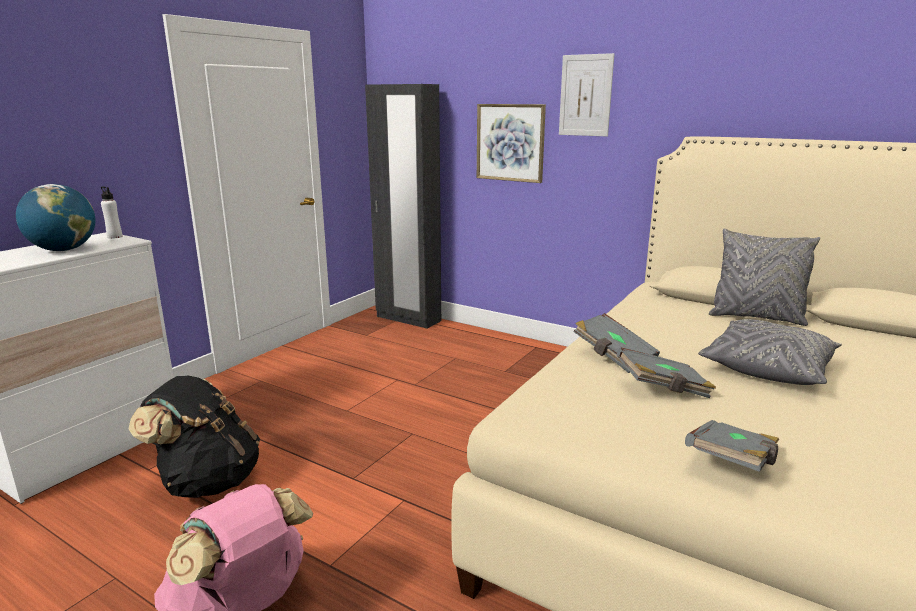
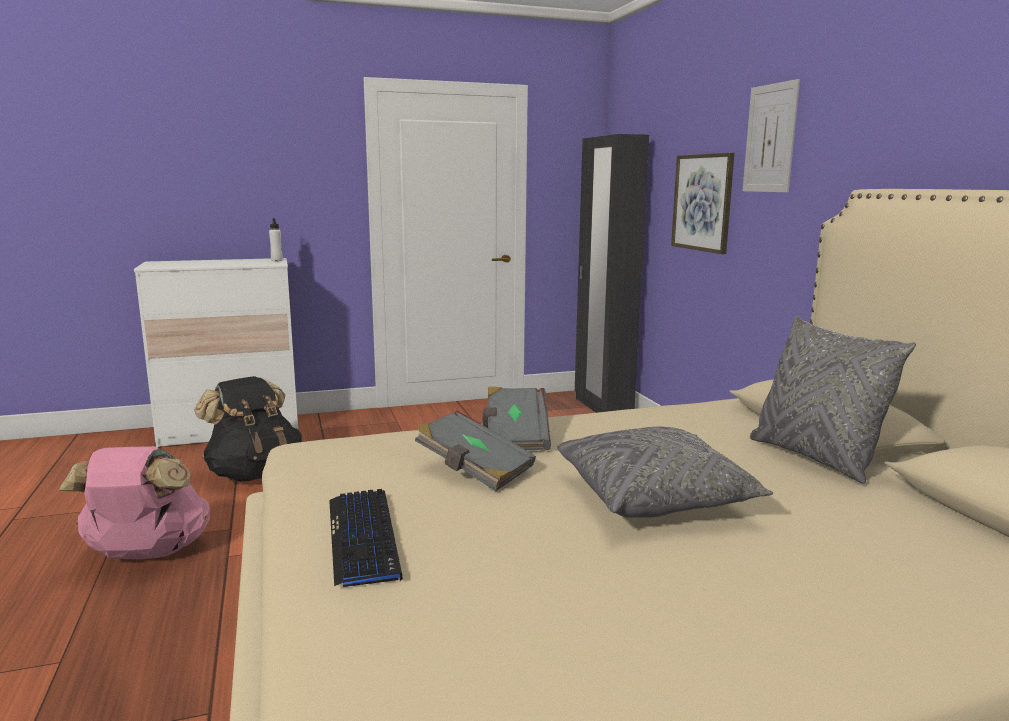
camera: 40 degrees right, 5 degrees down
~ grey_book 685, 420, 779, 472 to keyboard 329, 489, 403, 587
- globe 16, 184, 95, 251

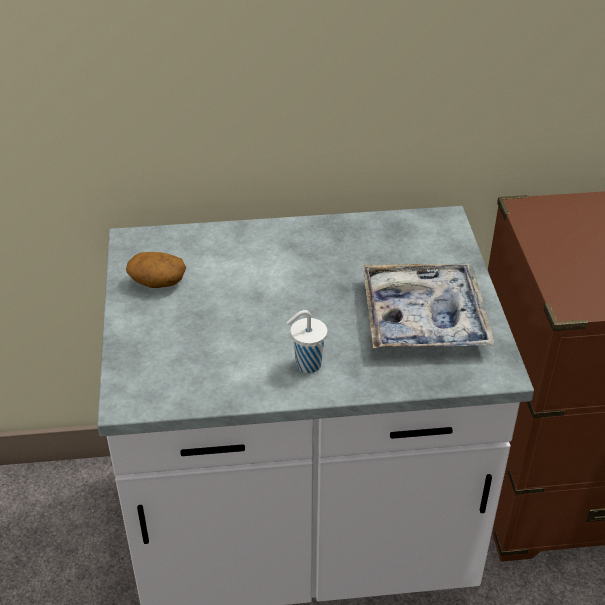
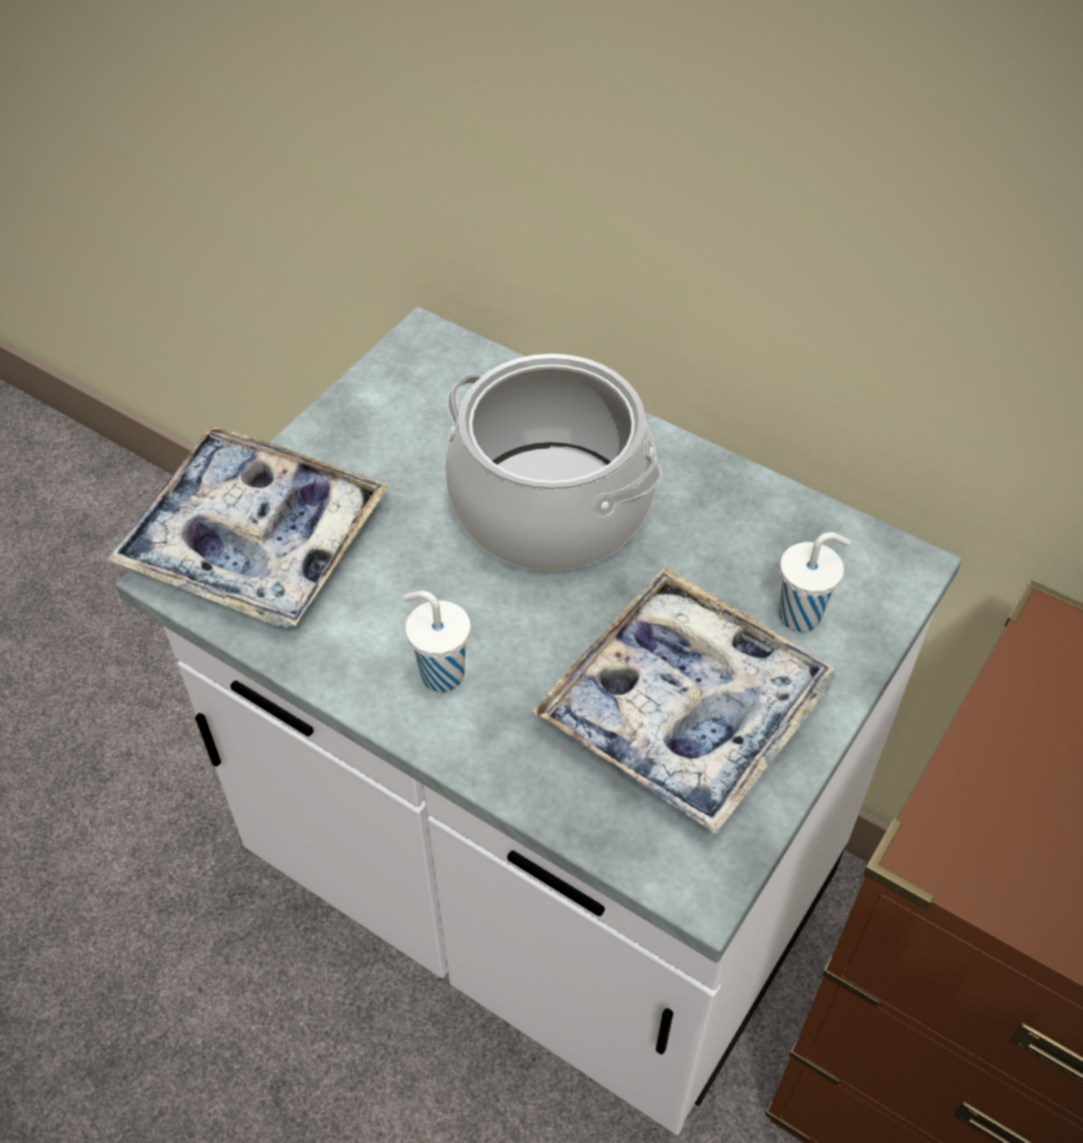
camera: 40 degrees right, 10 degrees up
+ tray 106, 427, 390, 628
+ cooking_pot 445, 354, 662, 571
+ white_cup 779, 532, 851, 632
- potato 126, 252, 186, 288

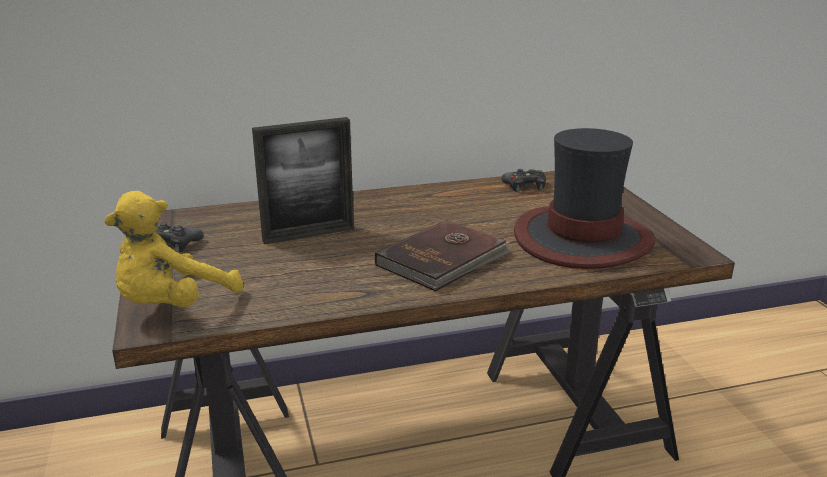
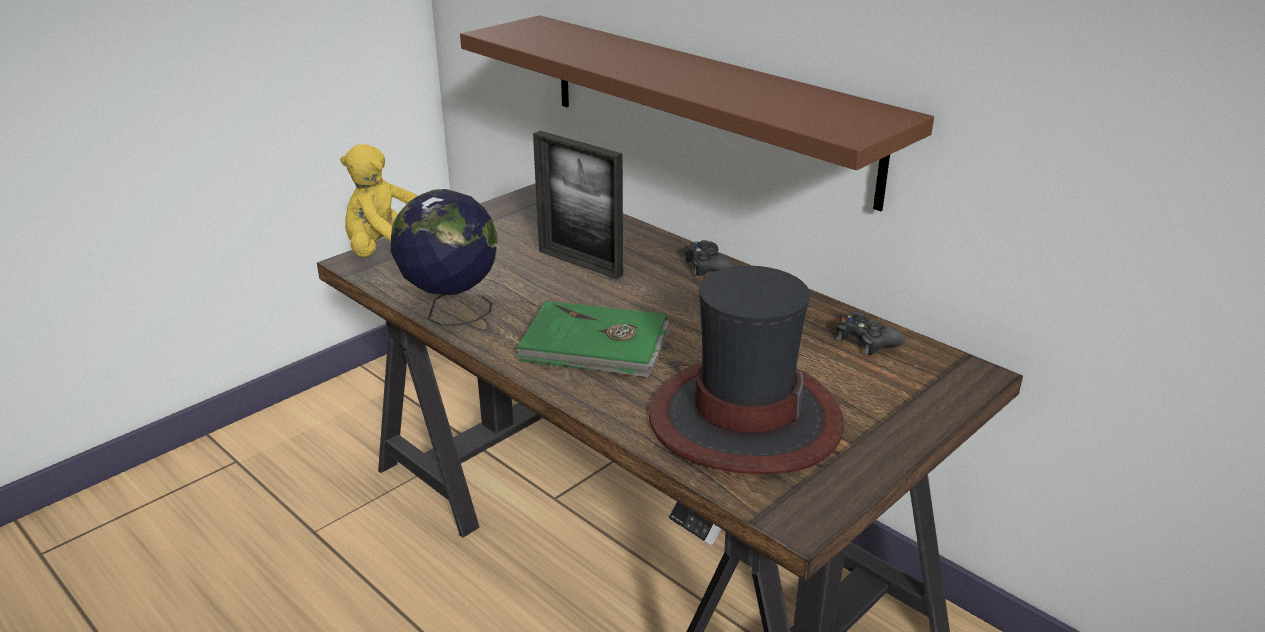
camera: 60 degrees right, 5 degrees up
+ globe 391, 189, 497, 326
+ brown_shelf 460, 15, 934, 211
~ brown_book 375, 220, 512, 291 to green_book 516, 301, 670, 377
~ black_game_controller 156, 223, 204, 252 to 683, 240, 734, 276

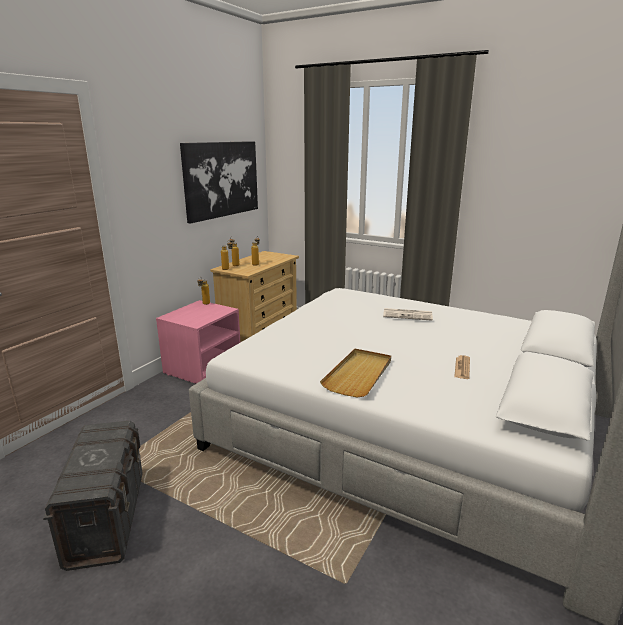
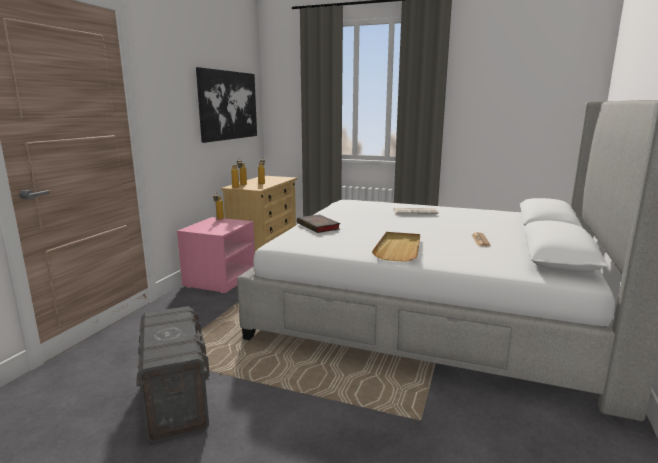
camera: 10 degrees left, 5 degrees down
+ book 297, 215, 341, 233

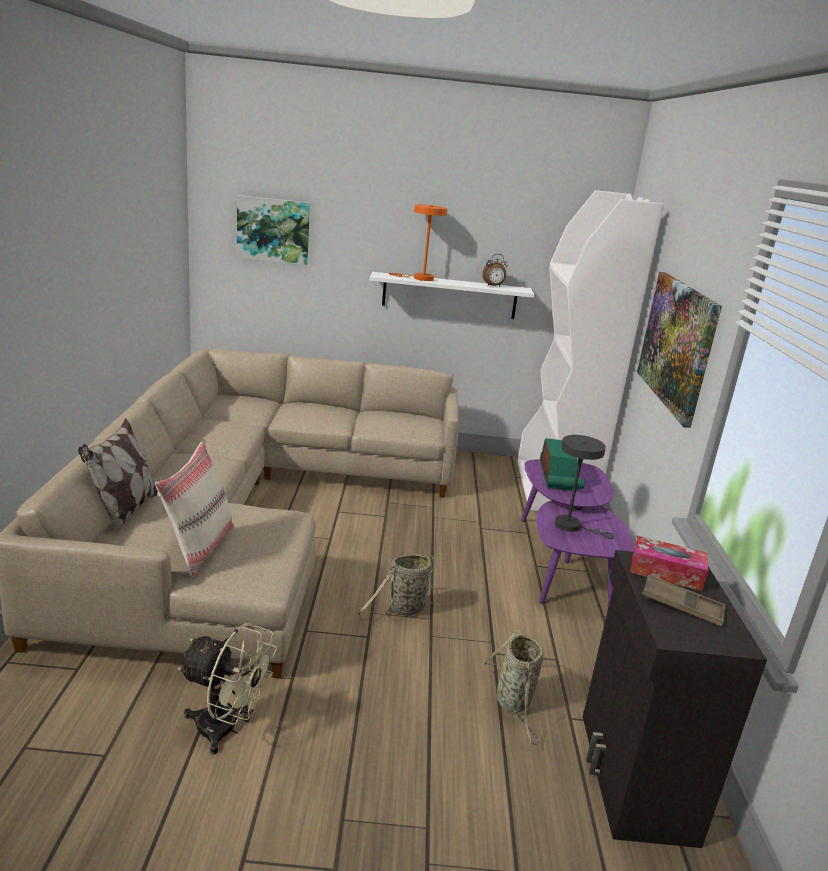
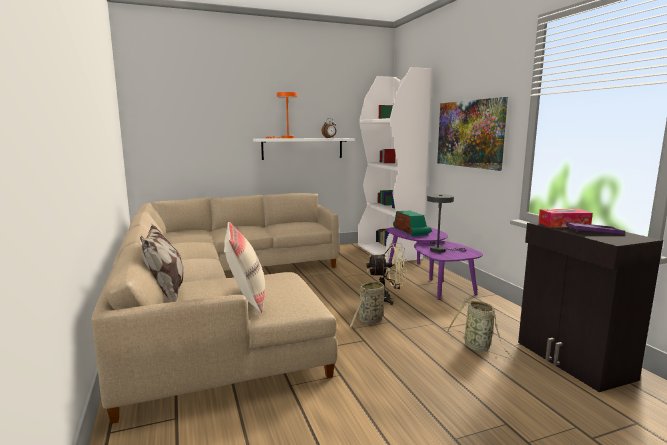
camera: 20 degrees left, 10 degrees down
~ beige_fan 178, 623, 277, 754 to 366, 243, 407, 305
~ brown_tray 642, 574, 726, 627 to purple_tray 566, 222, 625, 234
- picture 237, 195, 310, 266

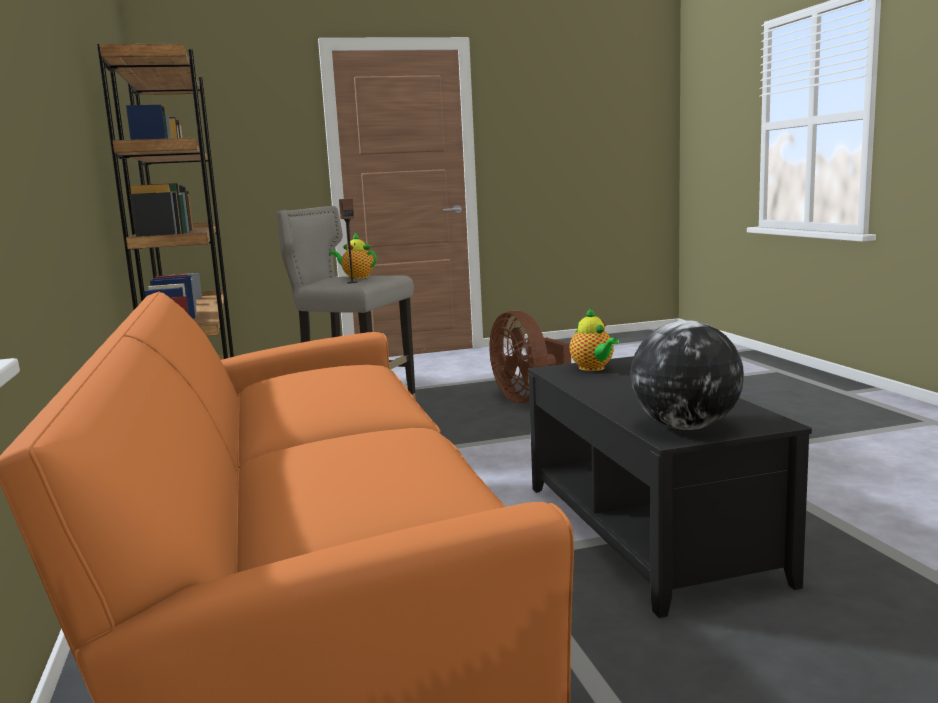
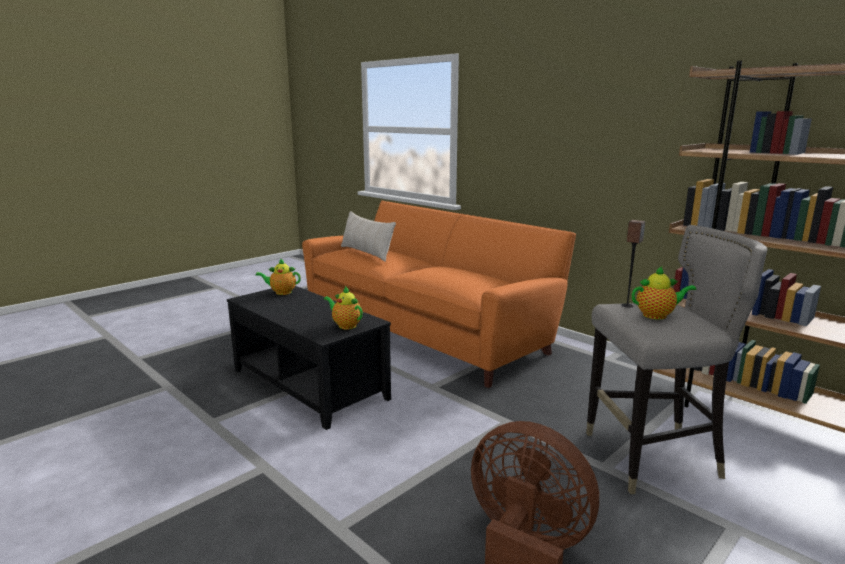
camera: 150 degrees right, 5 degrees up
~ globe 631, 320, 744, 430 to teapot 256, 258, 301, 295
+ beige_pillow 341, 211, 396, 261

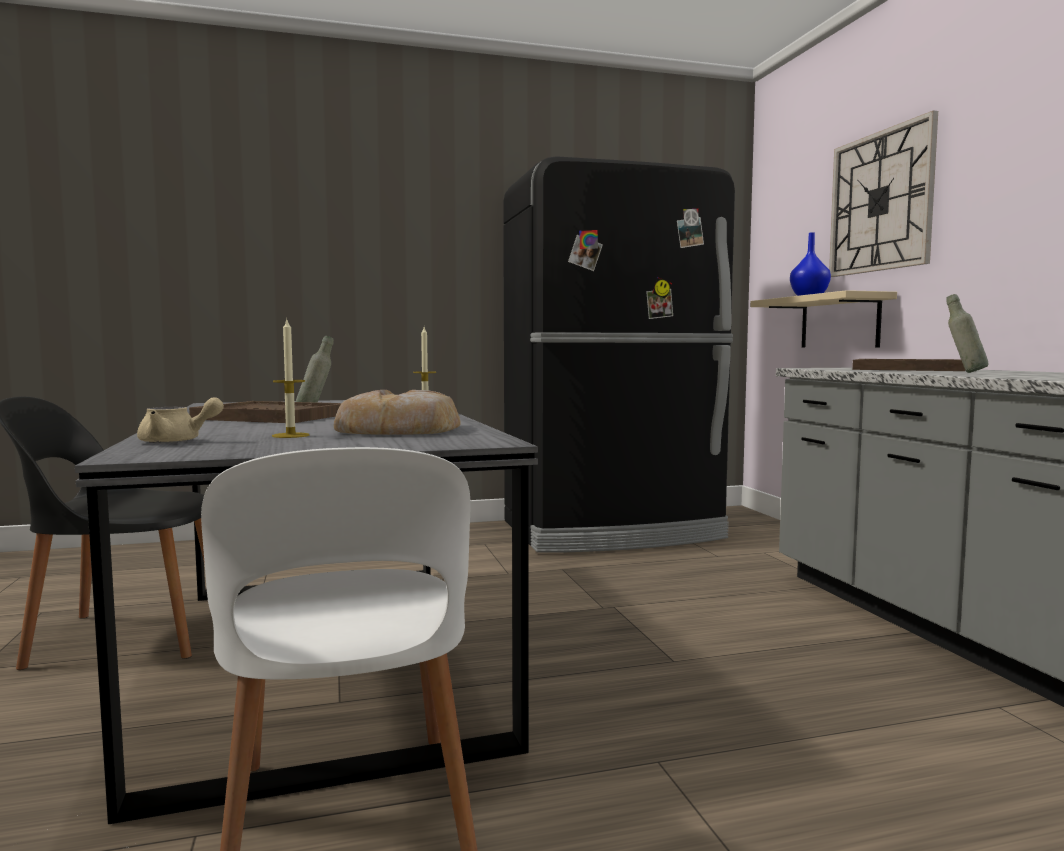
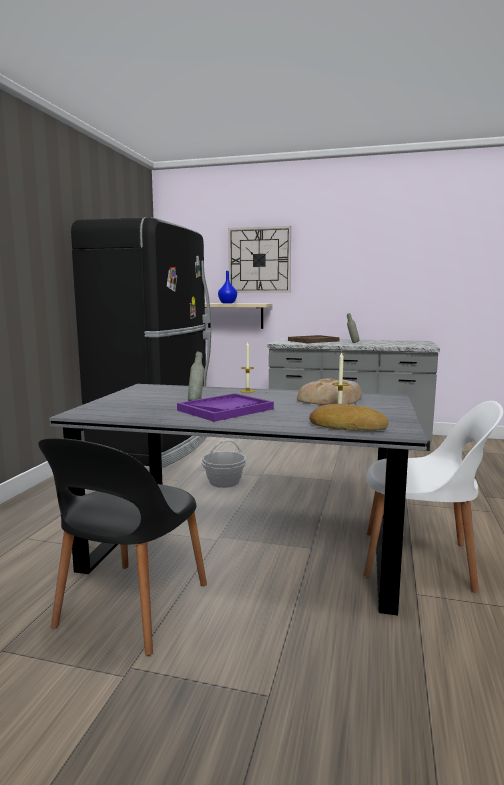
camera: 60 degrees left, 5 degrees up
~ brown_tray 189, 401, 342, 423 to purple_tray 177, 393, 274, 422
+ basket 202, 439, 246, 488
~ beige_teapot 137, 397, 224, 443 to bread 309, 404, 388, 431

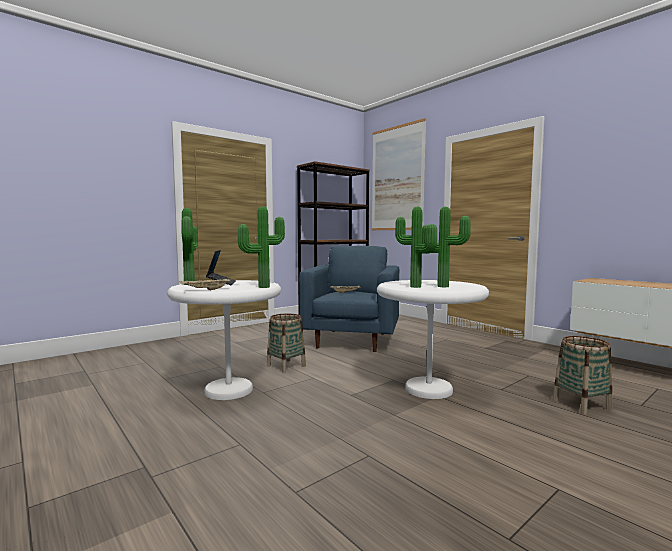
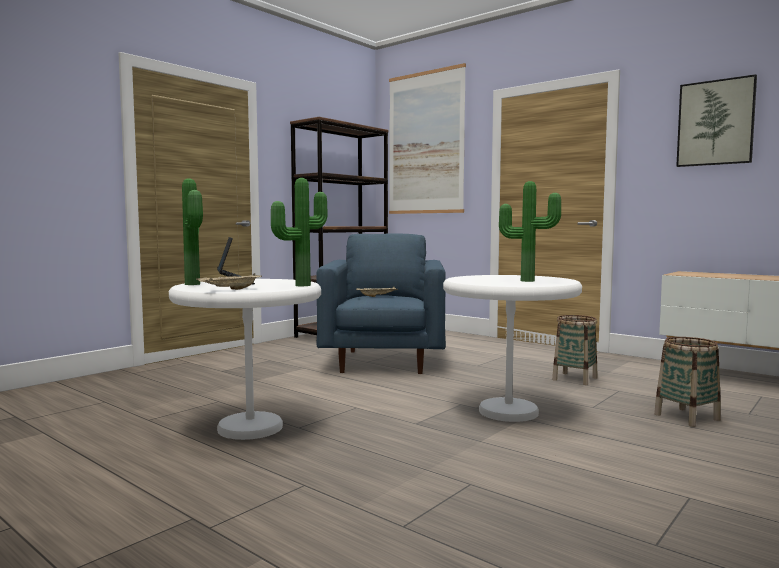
camera: 10 degrees left, 0 degrees up
~ basket 267, 314, 306, 373 to 552, 315, 598, 385
+ picture 676, 74, 757, 167
- potted_plant 395, 206, 437, 288

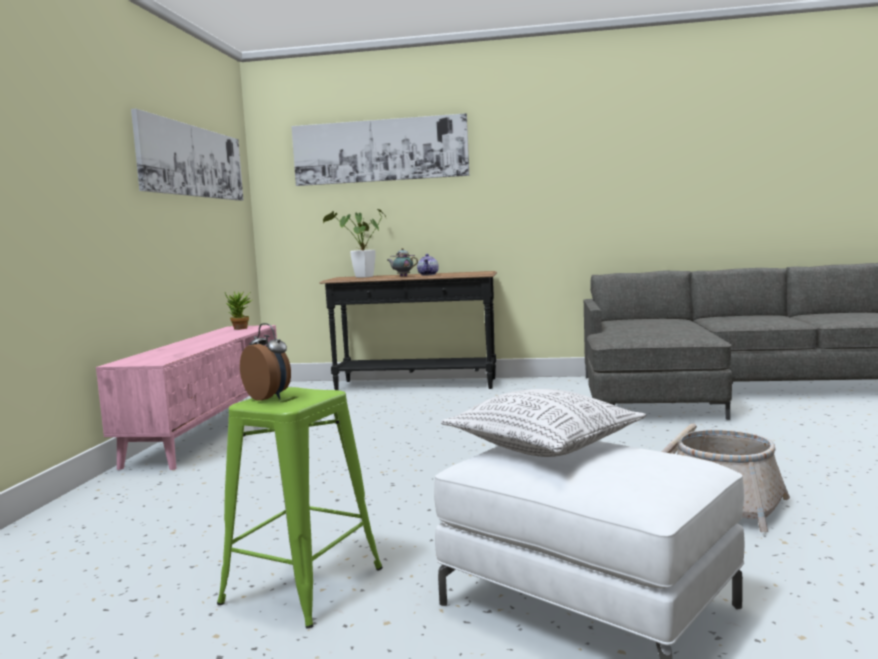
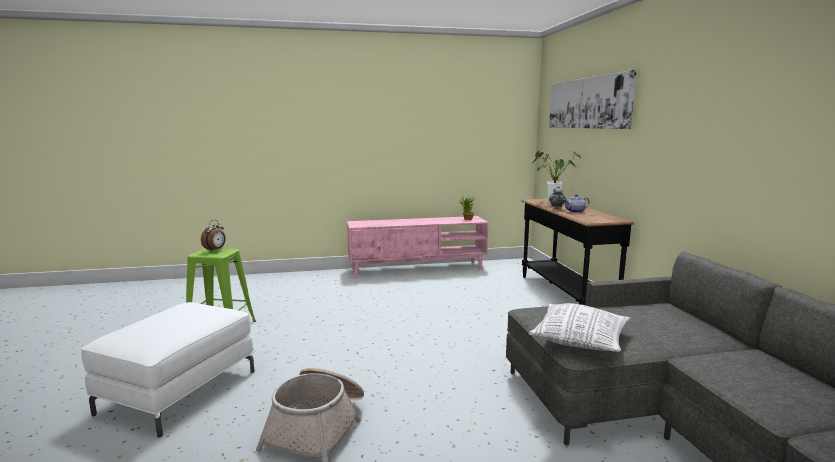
camera: 70 degrees right, 5 degrees up
~ pillow 441, 389, 646, 457 to 529, 303, 631, 352
- picture 131, 109, 243, 201

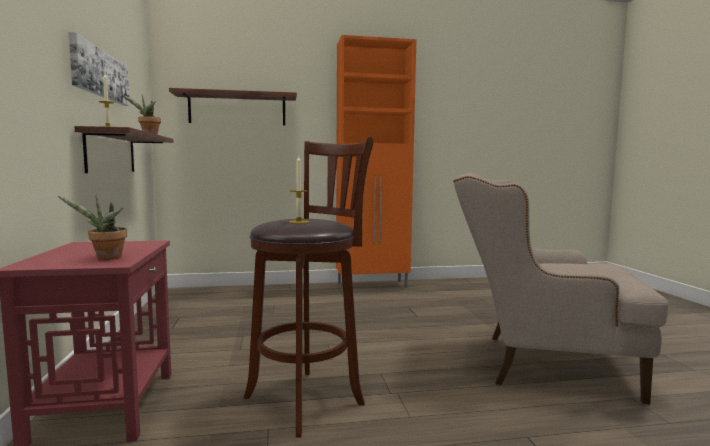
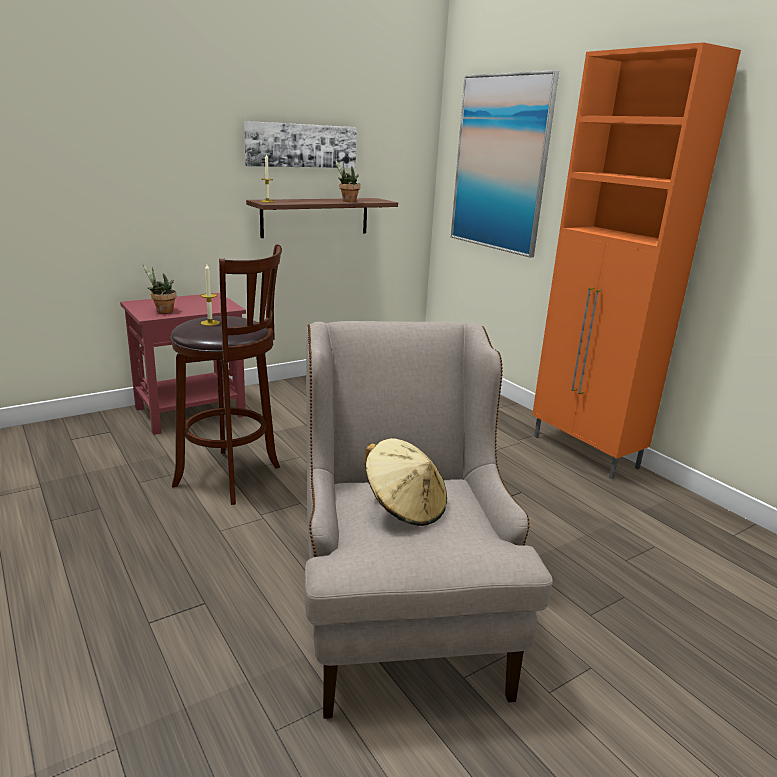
camera: 65 degrees right, 15 degrees up
+ beige_hat 365, 438, 447, 526
~ shelf 169, 88, 297, 125 to picture 451, 70, 559, 258

